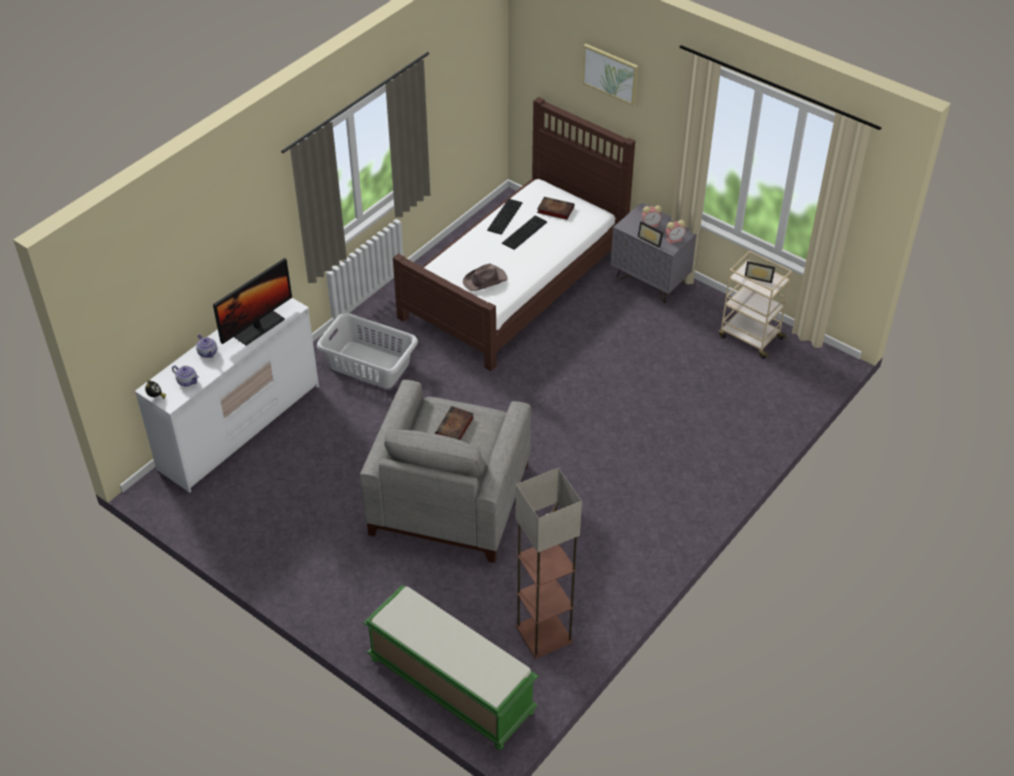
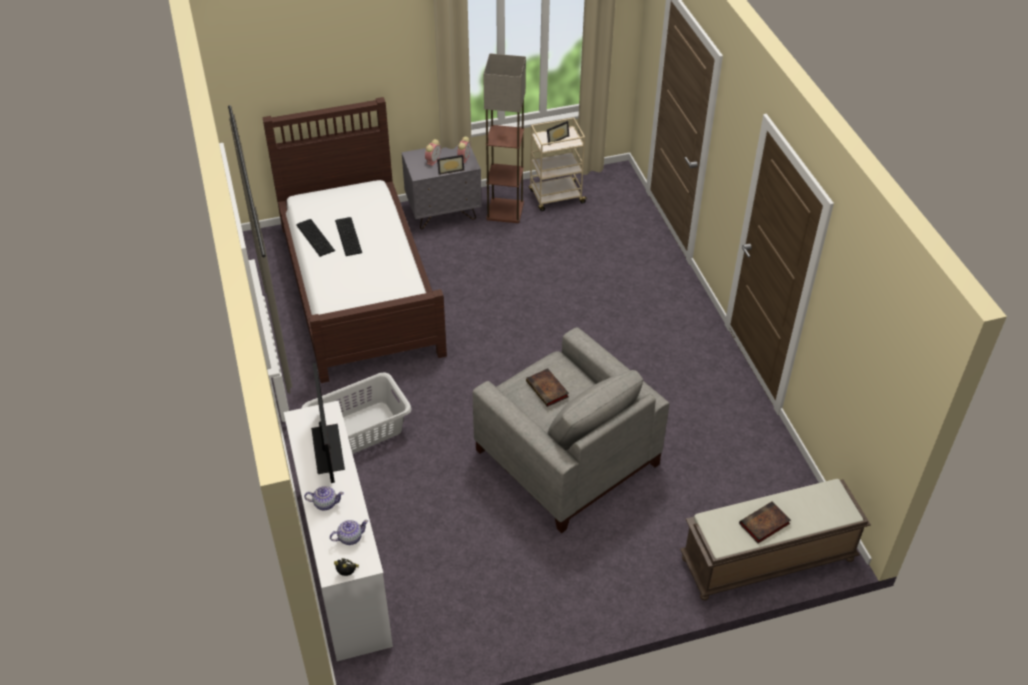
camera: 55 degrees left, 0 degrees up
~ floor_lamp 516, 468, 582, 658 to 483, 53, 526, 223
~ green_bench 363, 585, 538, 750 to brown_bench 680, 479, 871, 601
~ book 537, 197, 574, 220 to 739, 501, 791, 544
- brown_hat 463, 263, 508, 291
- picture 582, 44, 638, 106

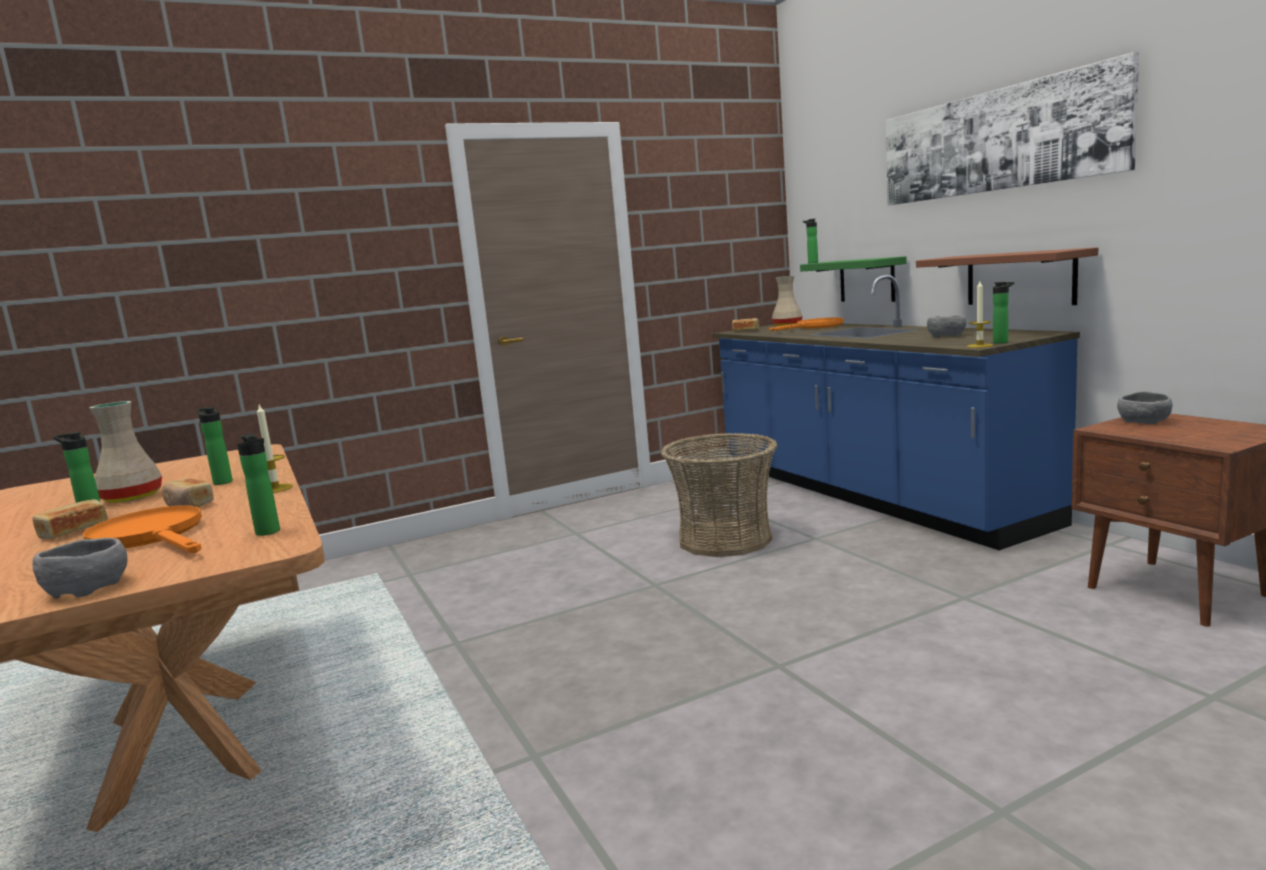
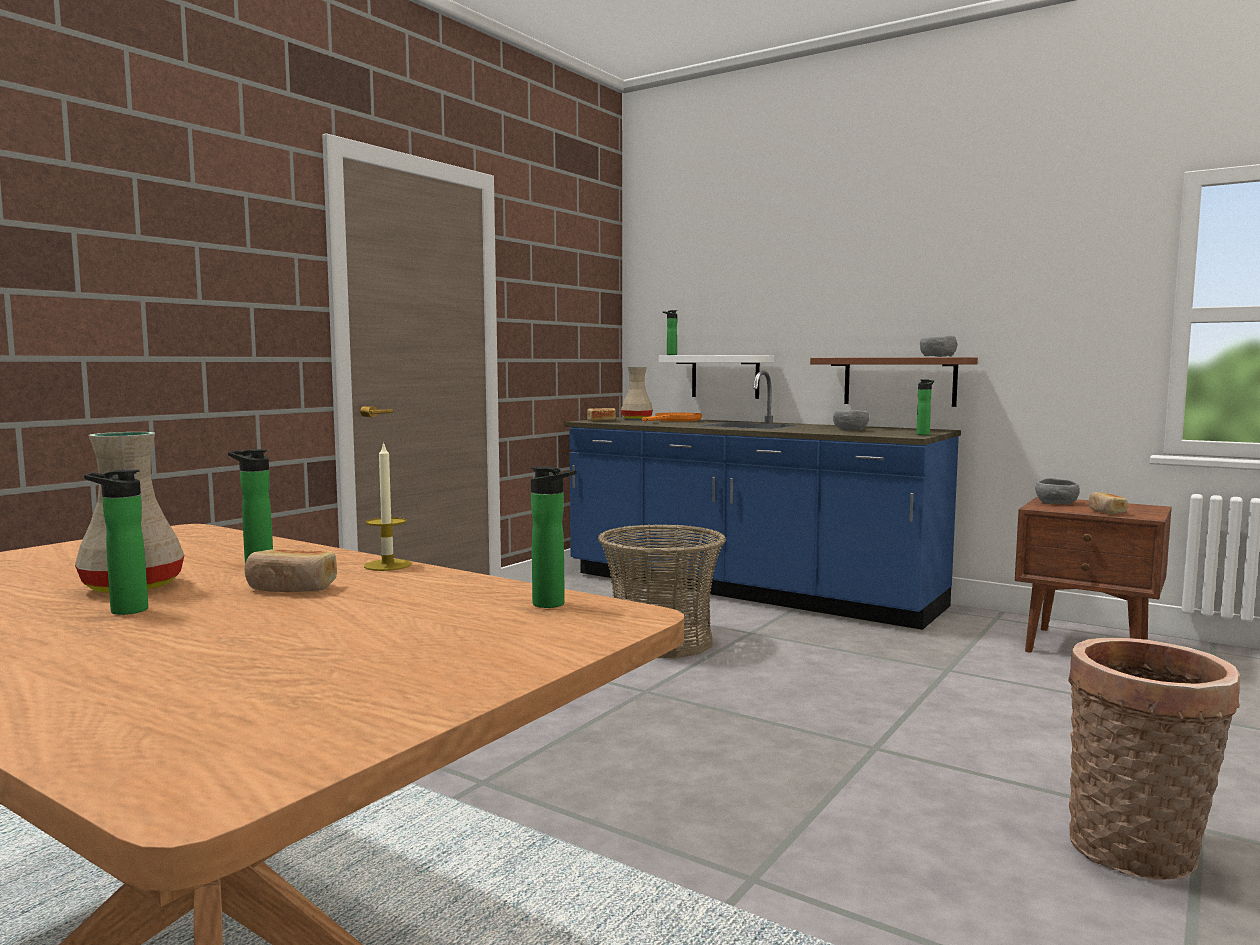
camera: 30 degrees left, 5 degrees down
~ green_shelf 800, 256, 907, 302 to white_shelf 659, 355, 775, 399
~ grey_bowl 33, 538, 128, 599 to 920, 336, 957, 357
+ basket 1068, 638, 1240, 880
~ bread 32, 499, 108, 539 to 1089, 492, 1128, 514
- orange_frying_pan 82, 505, 202, 553
- picture 886, 52, 1139, 205
- candle 967, 281, 993, 348

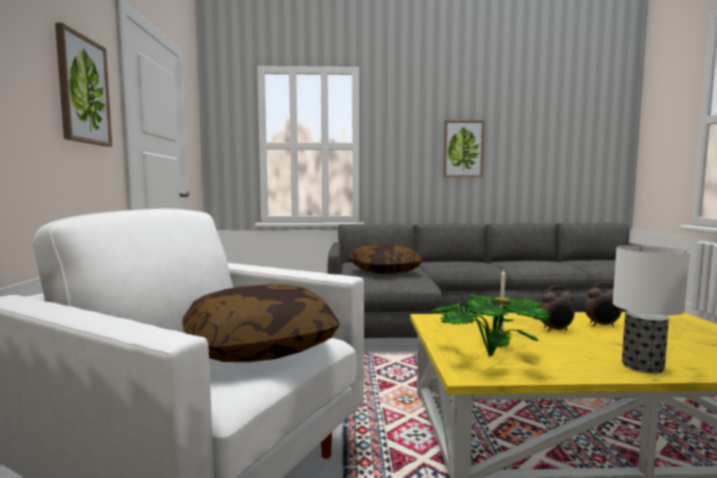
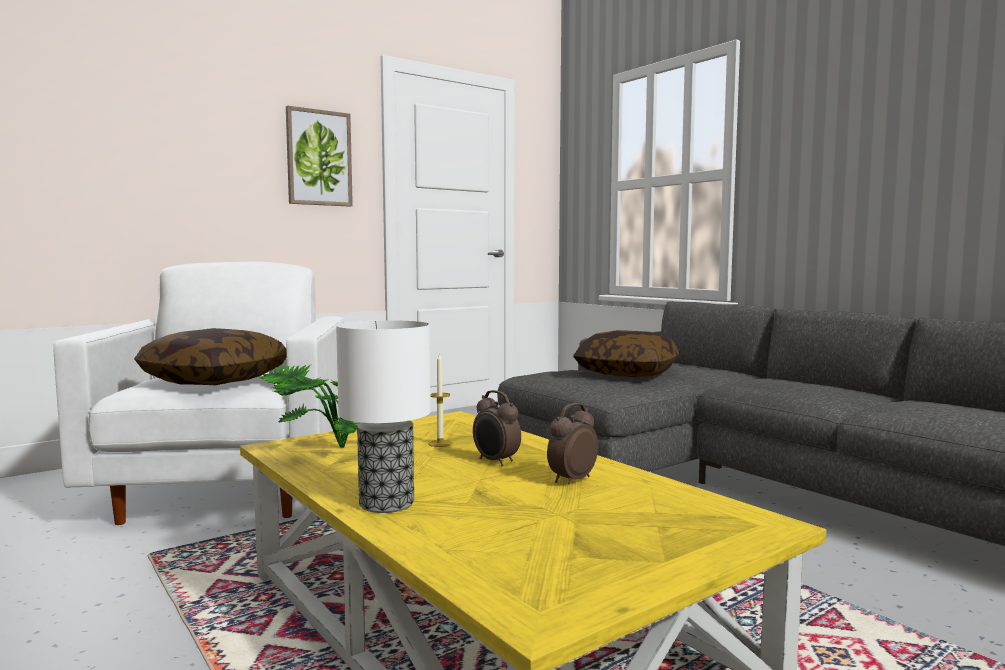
camera: 55 degrees right, 0 degrees up
~ alarm_clock 584, 282, 622, 327 = 547, 403, 598, 484 75 degrees clockwise
- picture 443, 120, 484, 177

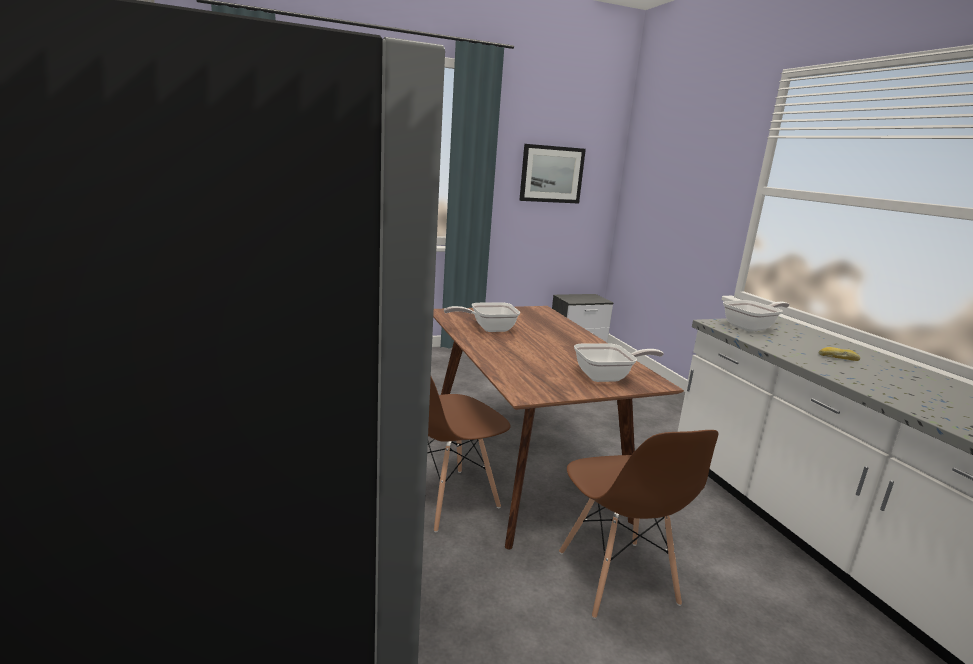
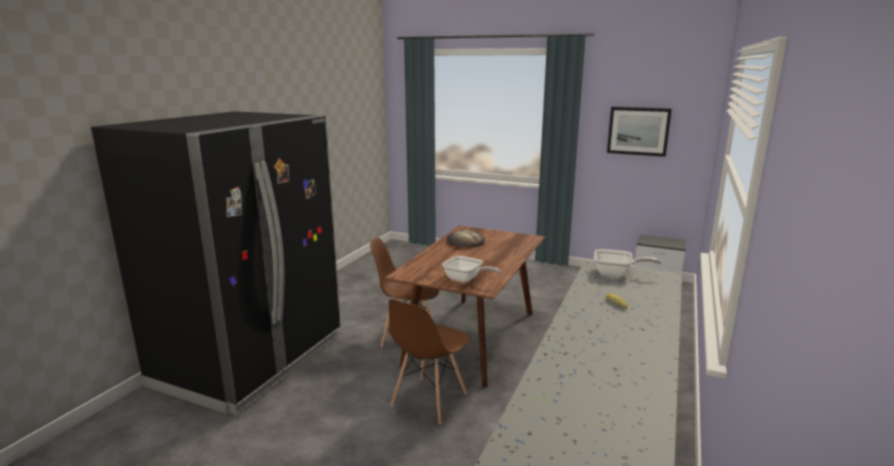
camera: 45 degrees right, 0 degrees up
~ frying_pan 444, 302, 520, 332 to bread 447, 230, 485, 247

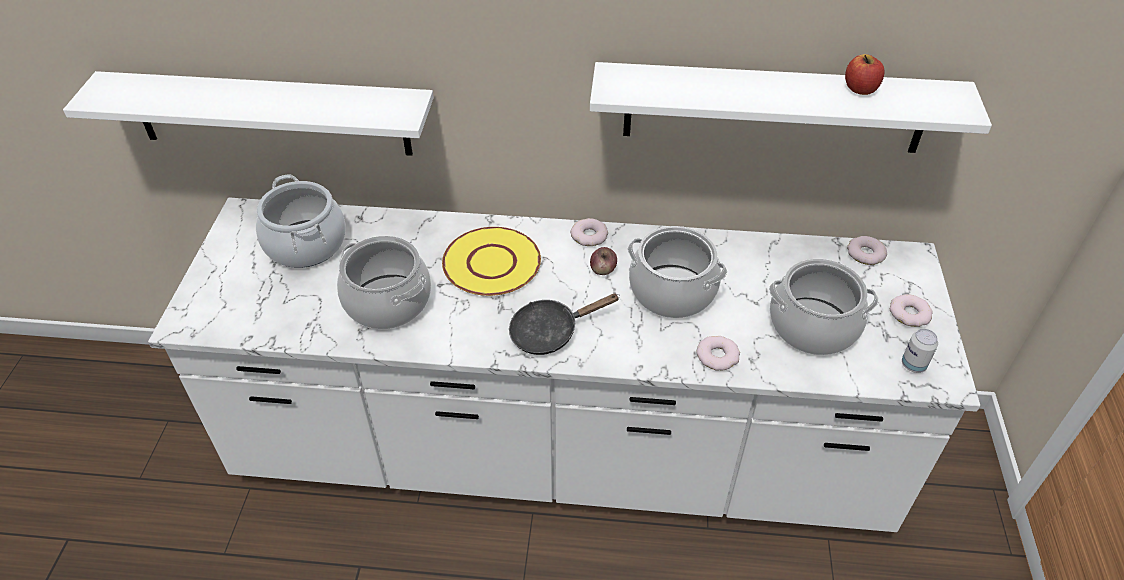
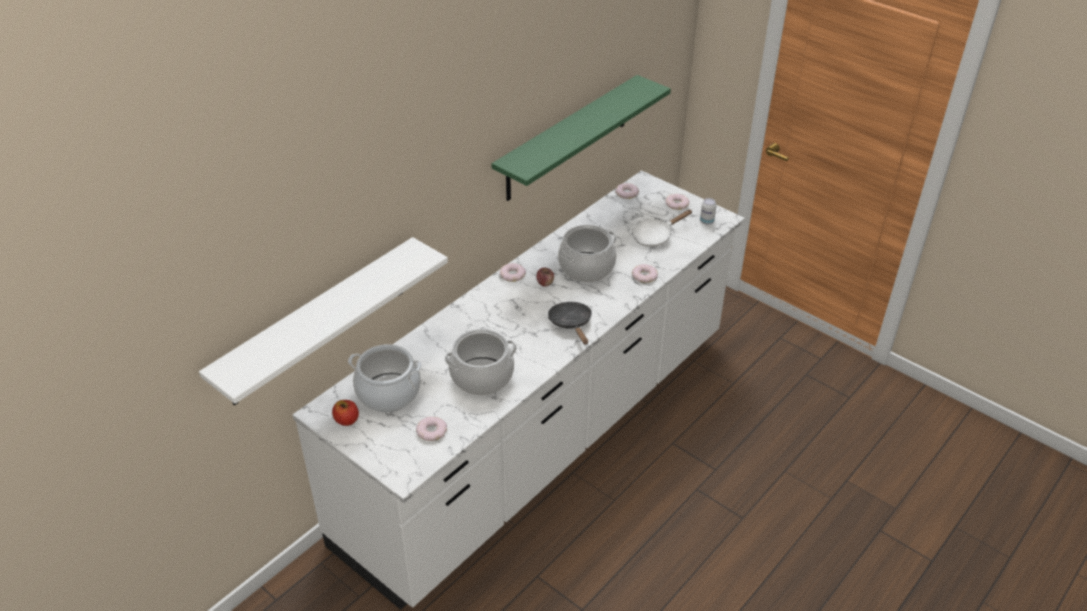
camera: 55 degrees left, 5 degrees down
~ apple 845, 54, 885, 95 to 332, 400, 359, 426
+ donut 416, 417, 447, 441
~ white_shelf 590, 62, 992, 153 to green_shelf 492, 75, 671, 201
~ black_frying_pan 509, 293, 620, 355 = 548, 302, 592, 345 150 degrees clockwise
~ cooking_pot 769, 259, 878, 355 to white_frying_pan 632, 209, 692, 247
- yellow_plate 442, 227, 541, 296

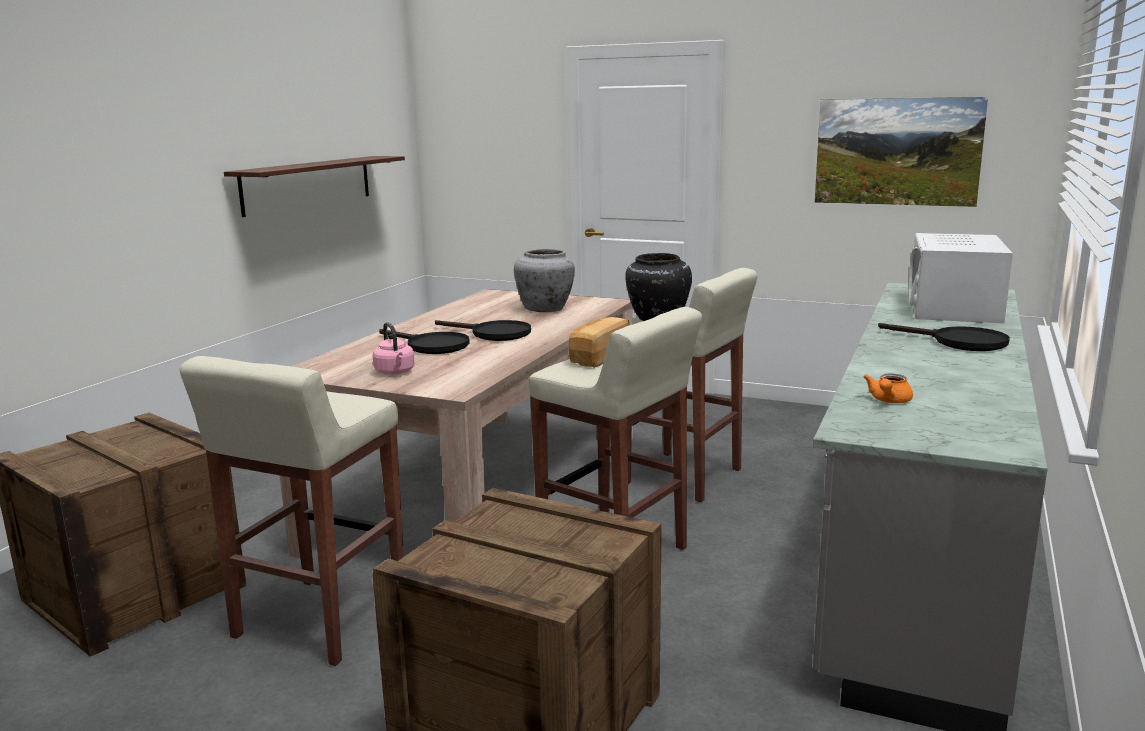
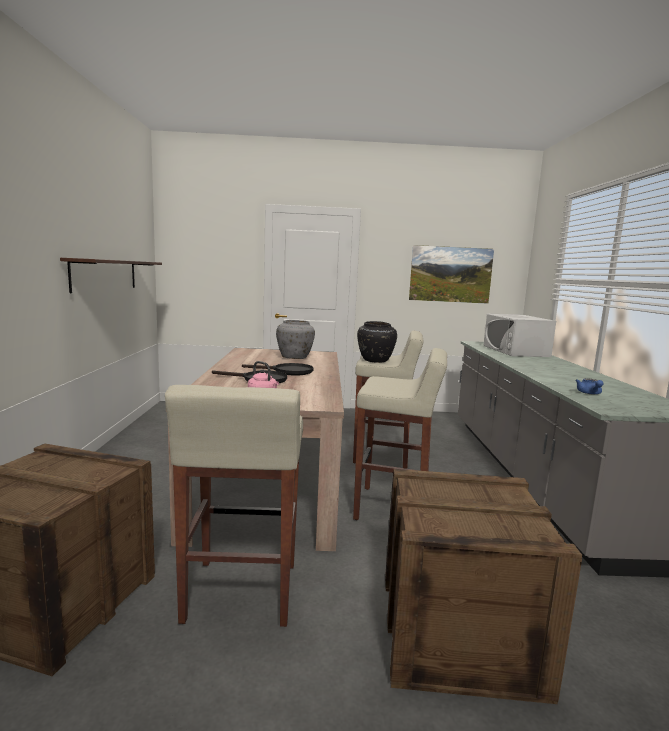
camera: 25 degrees left, 5 degrees down
~ orange_teapot 863, 373, 913, 403 to blue_teapot 575, 378, 603, 395
- bread 569, 317, 630, 368
- black_frying_pan 878, 323, 1010, 351

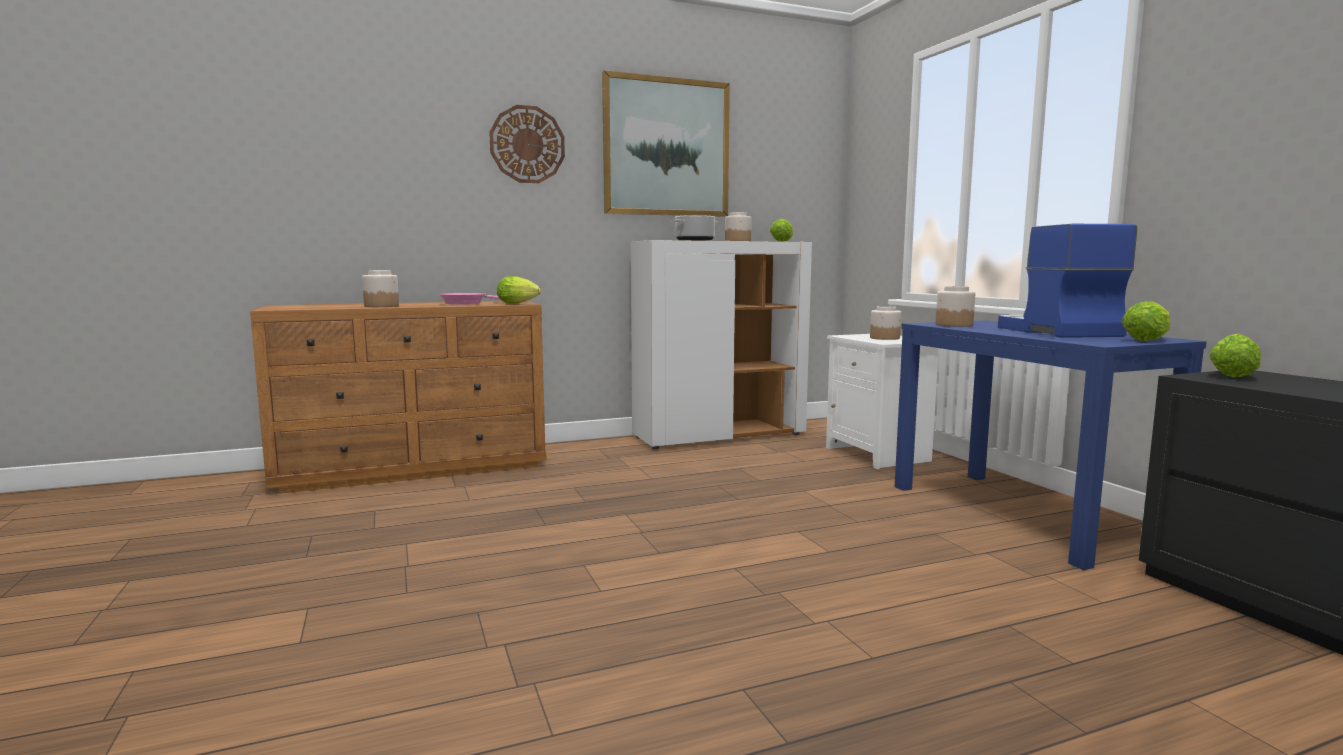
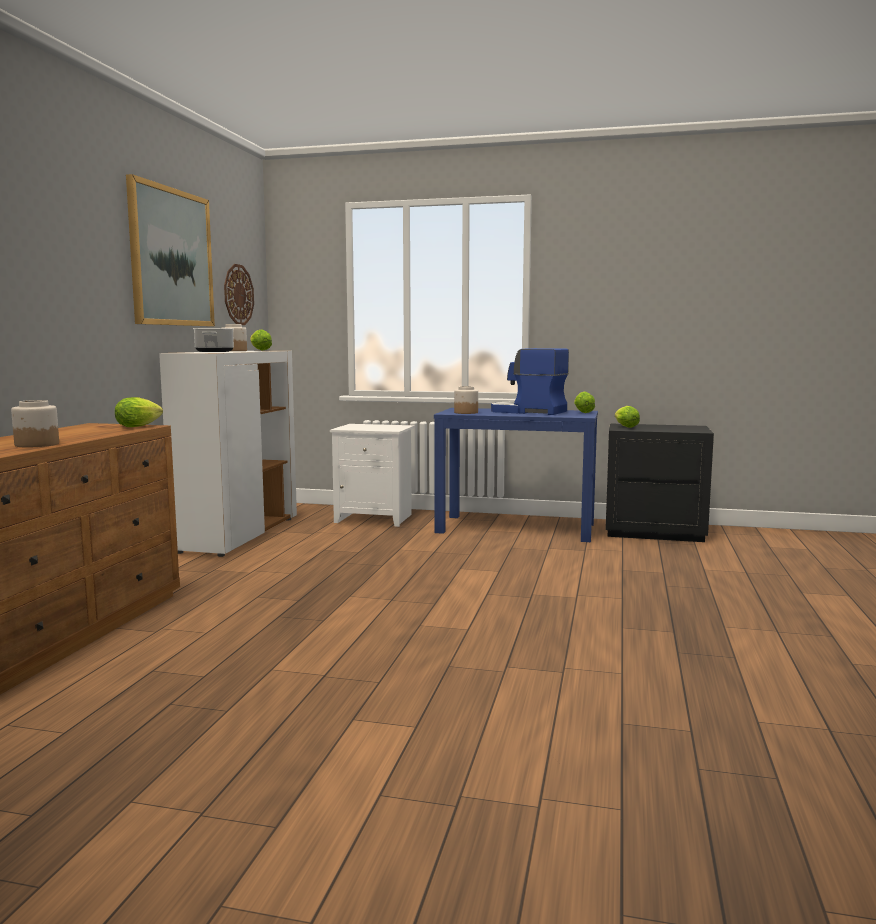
camera: 55 degrees left, 0 degrees up
~ wall_clock 489, 105, 565, 183 to 224, 264, 254, 325
- pink_frying_pan 439, 293, 499, 305
- jar 870, 306, 901, 340

